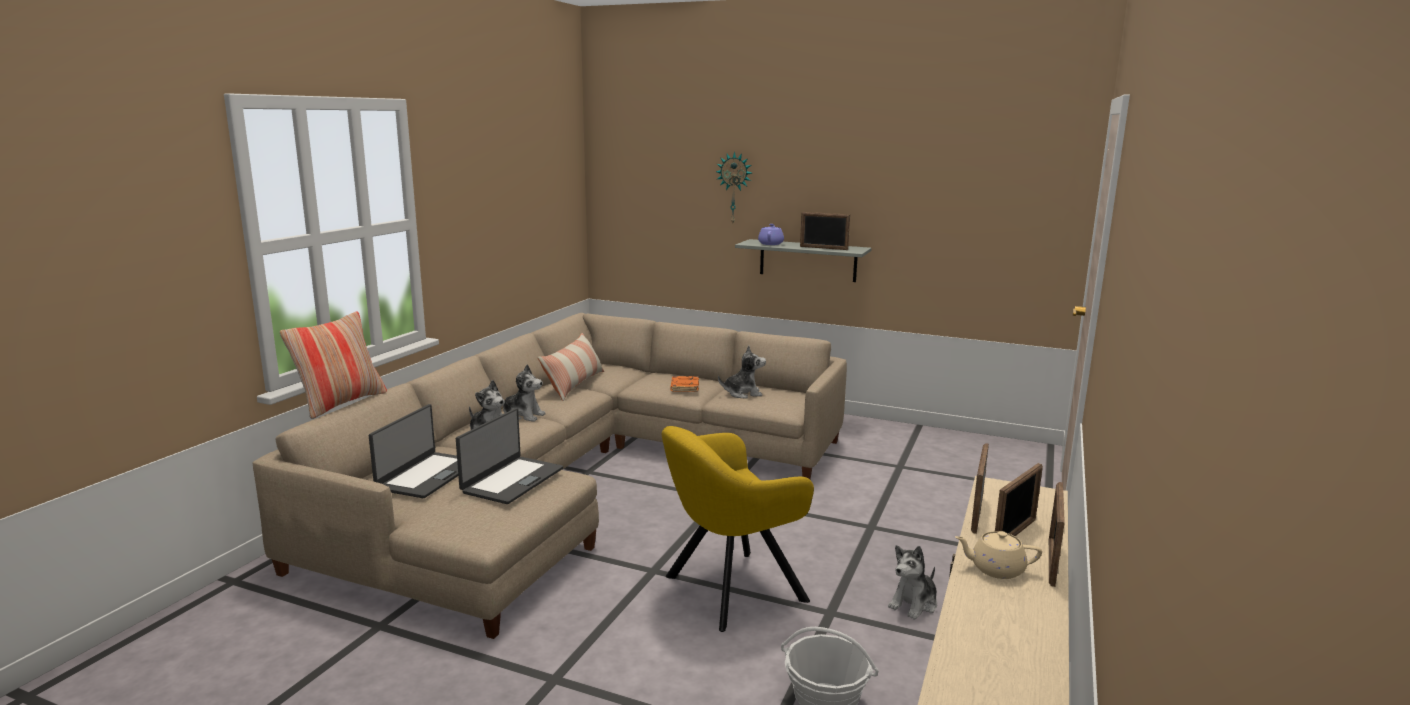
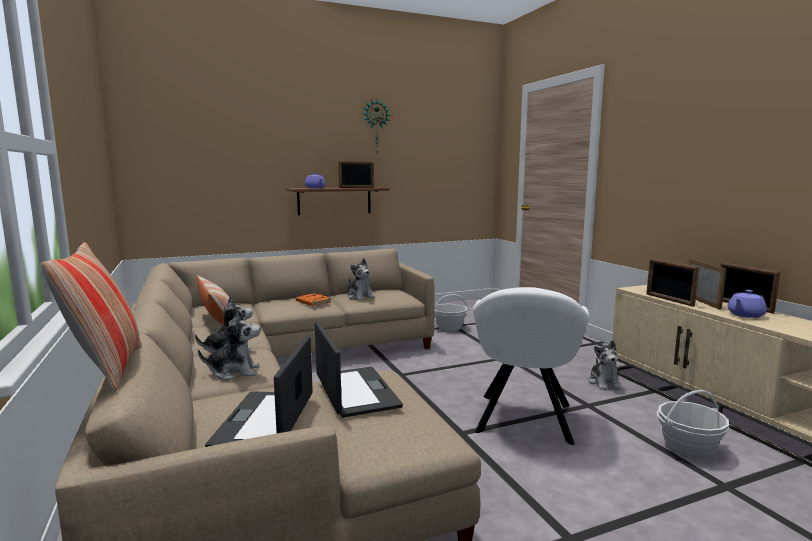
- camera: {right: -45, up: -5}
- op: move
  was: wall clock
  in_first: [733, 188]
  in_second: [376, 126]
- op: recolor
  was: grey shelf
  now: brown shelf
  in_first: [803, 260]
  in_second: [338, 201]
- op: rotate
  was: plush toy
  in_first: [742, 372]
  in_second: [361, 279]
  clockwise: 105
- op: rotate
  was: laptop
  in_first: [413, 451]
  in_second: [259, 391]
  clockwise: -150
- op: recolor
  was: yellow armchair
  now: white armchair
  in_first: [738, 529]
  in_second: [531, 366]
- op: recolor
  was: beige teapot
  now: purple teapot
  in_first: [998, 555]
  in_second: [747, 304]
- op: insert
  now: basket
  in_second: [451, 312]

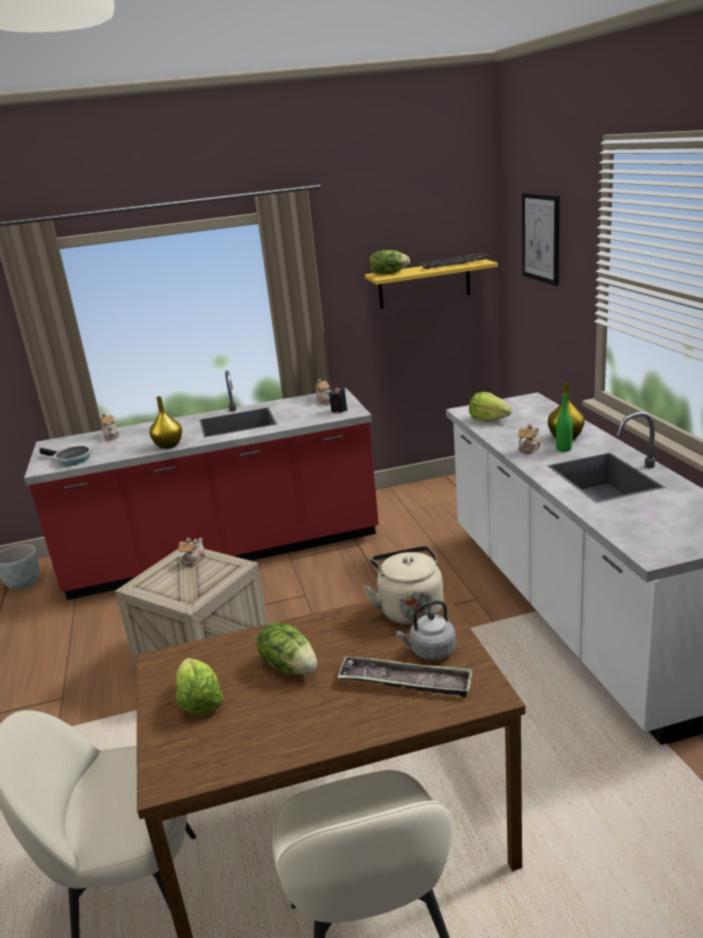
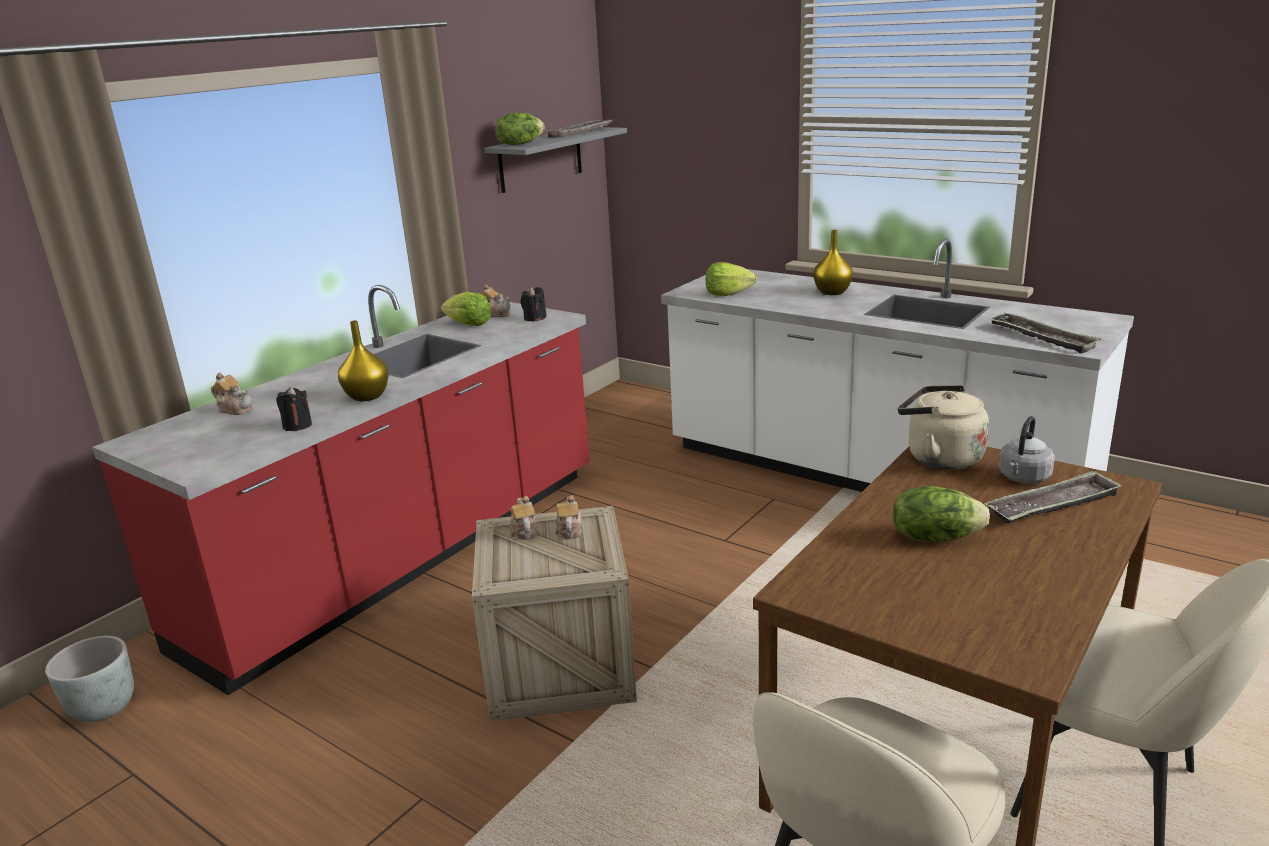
- camera: {right: -40, up: 0}
- op: delete
  was: picture
  in_first: [541, 239]
- op: recolor
  was: yellow shelf
  now: grey shelf
  in_first: [431, 283]
  in_second: [555, 160]
- op: delete
  was: green bottle
  in_first: [564, 422]
- op: move
  was: teapot
  in_first: [529, 439]
  in_second: [568, 517]
- op: delete
  was: frying pan
  in_first: [65, 456]
- op: move
  was: lettuce
  in_first: [199, 687]
  in_second: [466, 309]
- op: insert
  now: tray
  in_second: [1044, 333]
- op: insert
  now: black candle
  in_second: [294, 409]

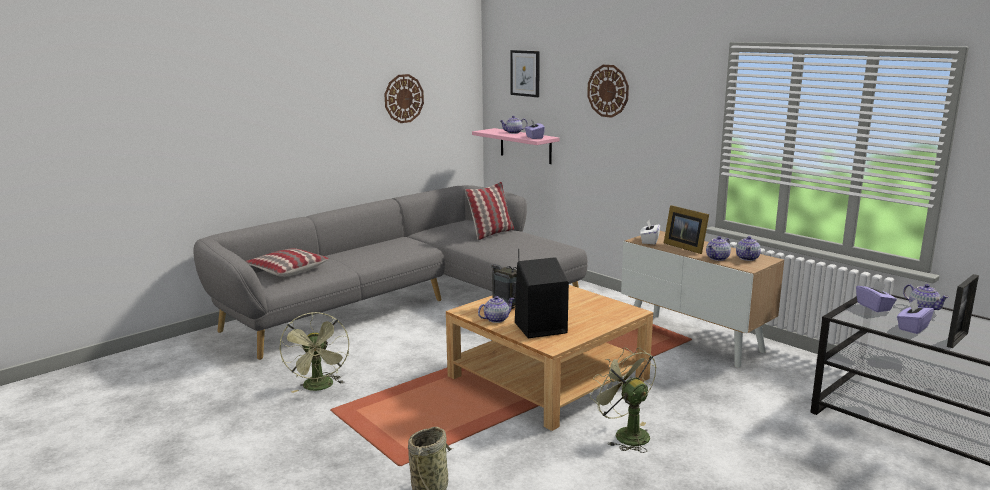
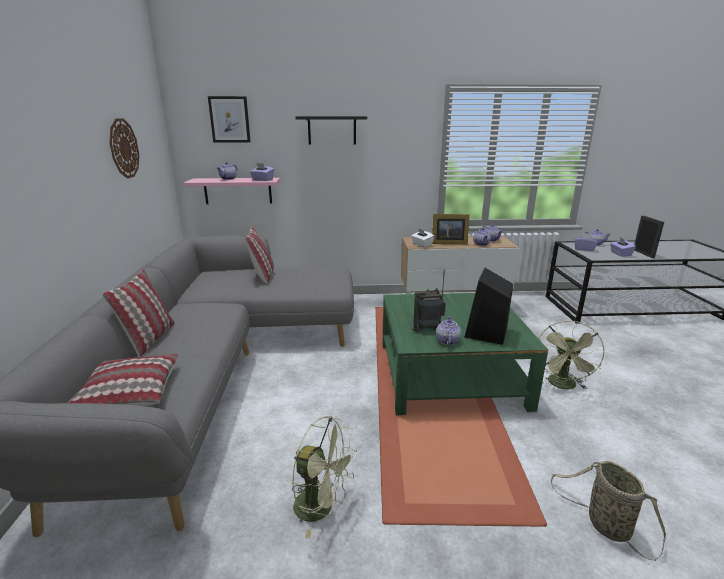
- camera: {right: -50, up: 5}
- op: replace
  was: wall clock
  now: black shelf
  in_first: [608, 91]
  in_second: [331, 130]
- op: recolor
  was: beige coffee table
  now: green coffee table
  in_first: [549, 358]
  in_second: [465, 354]
- op: rotate
  was: green fan
  in_first: [623, 400]
  in_second: [572, 355]
  clockwise: -75
- op: insert
  now: pillow
  in_second: [138, 313]

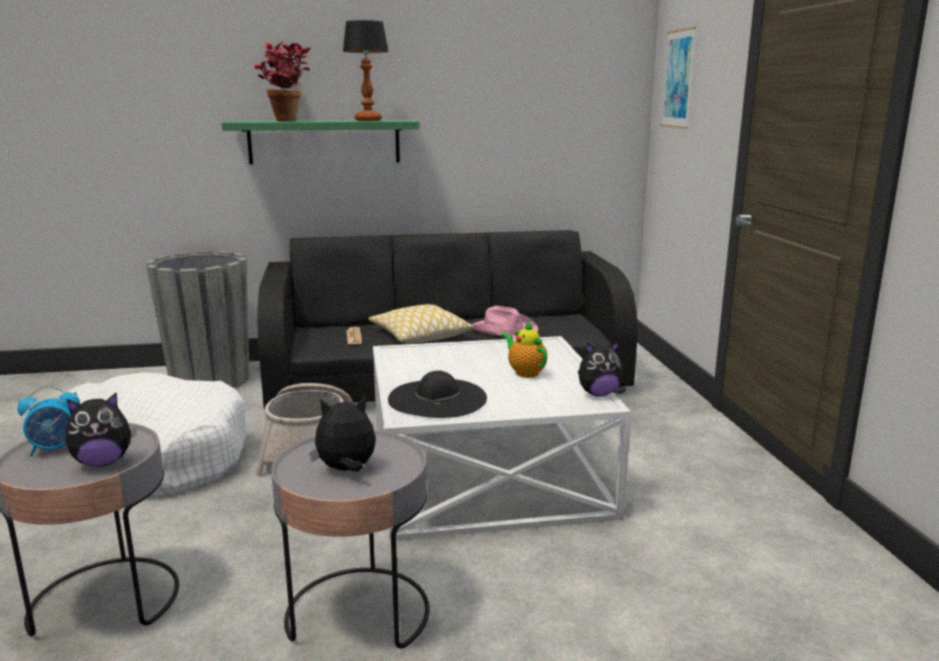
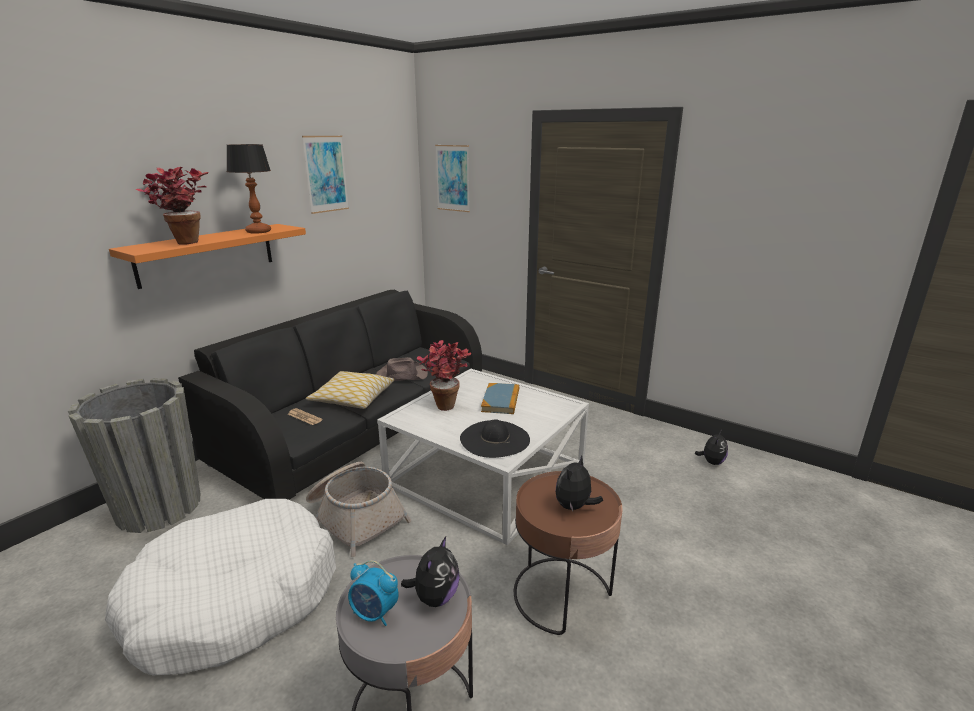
- camera: {right: -45, up: 5}
- op: recolor
  was: green shelf
  now: orange shelf
  in_first: [320, 142]
  in_second: [207, 256]
- op: recolor
  was: pink hat
  now: brown hat
  in_first: [505, 322]
  in_second: [402, 369]
- op: replace
  was: teapot
  now: book
  in_first: [524, 349]
  in_second: [500, 398]
- op: move
  was: plush toy
  in_first: [600, 368]
  in_second: [711, 447]
- op: rotate
  was: alarm clock
  in_first: [48, 420]
  in_second: [373, 593]
  clockwise: 90
- op: recolor
  was: grey side table
  now: brown side table
  in_first: [350, 539]
  in_second: [568, 553]
- op: insert
  now: picture
  in_second: [325, 175]
- op: insert
  now: potted plant
  in_second: [444, 375]

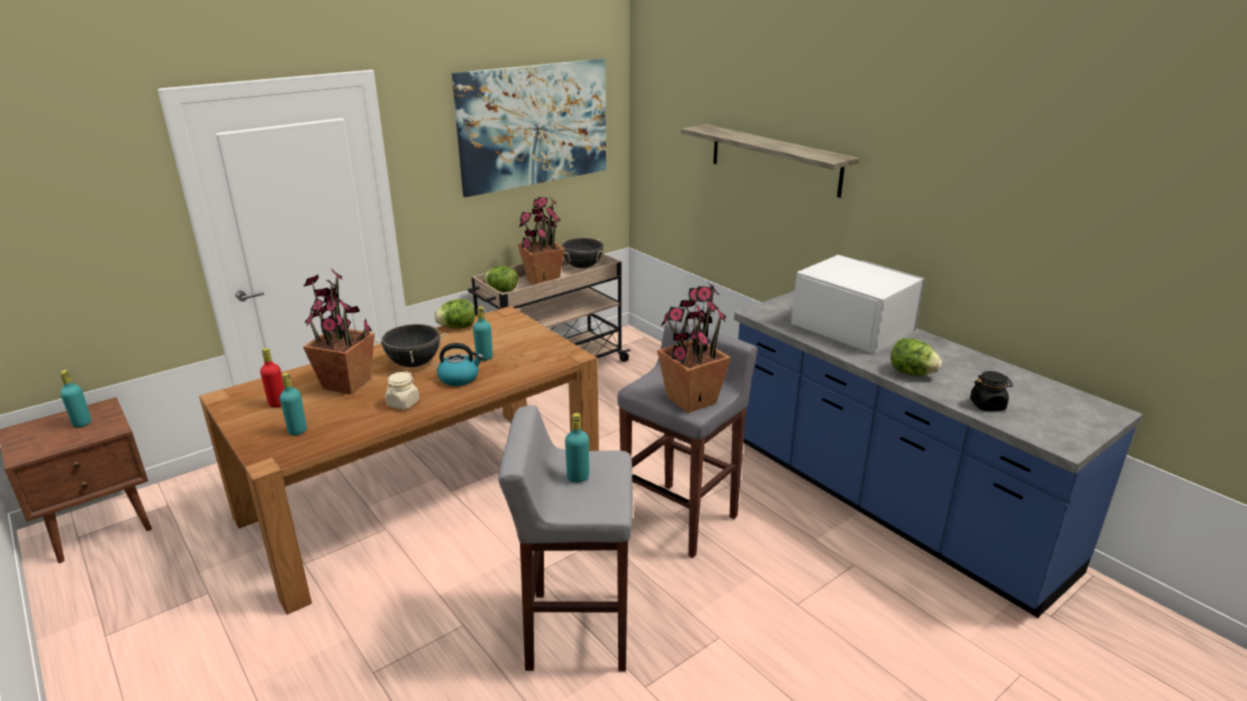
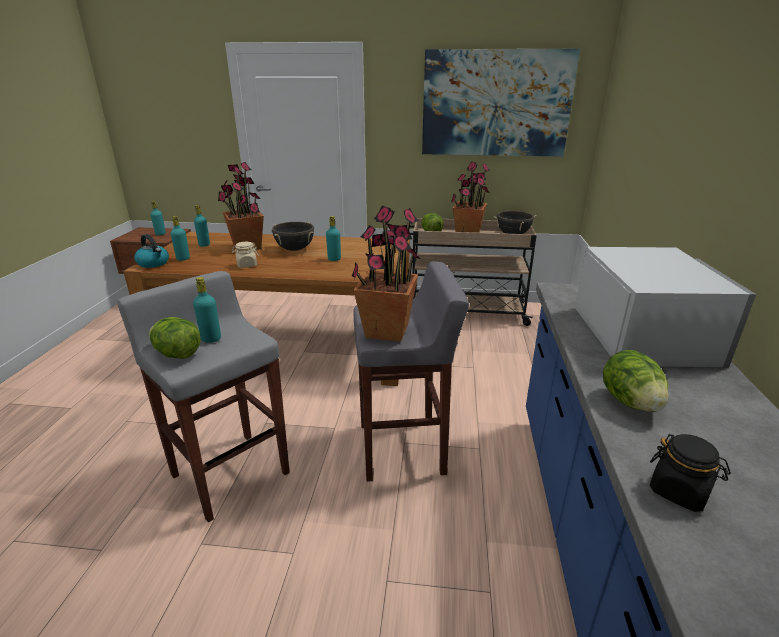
- camera: {right: 45, up: 0}
- op: delete
  was: shelf
  in_first: [770, 161]
- op: move
  was: lettuce
  in_first: [454, 314]
  in_second: [174, 338]
- op: move
  was: kettle
  in_first: [460, 364]
  in_second: [151, 251]
- op: recolor
  was: red bottle
  now: turquoise bottle
  in_first: [272, 377]
  in_second: [202, 226]

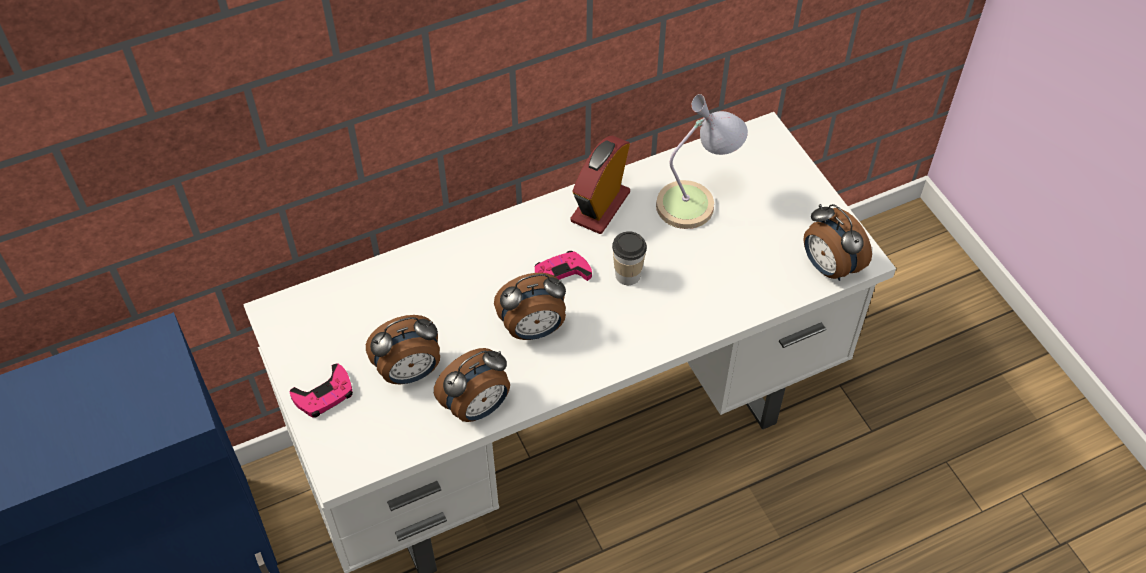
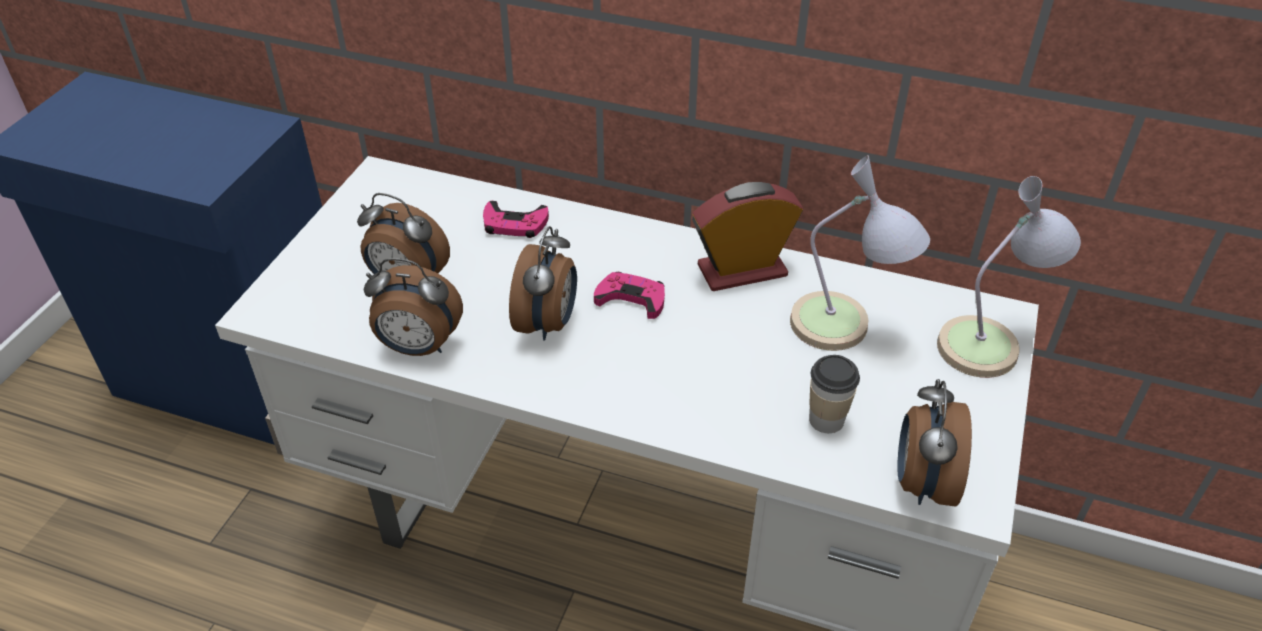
- camera: {right: 45, up: -10}
- op: move
  was: cup
  in_first: [629, 258]
  in_second: [834, 394]
- op: rotate
  was: alarm clock
  in_first: [530, 306]
  in_second: [543, 283]
  clockwise: -105
- op: move
  was: pink game controller
  in_first: [321, 391]
  in_second: [516, 219]
- op: insert
  now: table lamp
  in_second: [1009, 277]

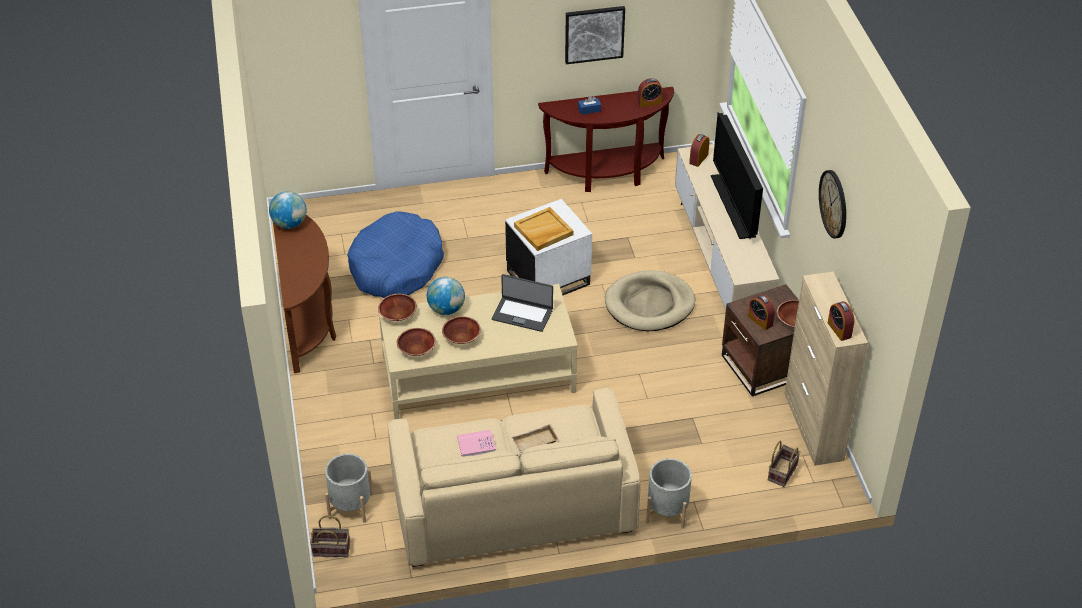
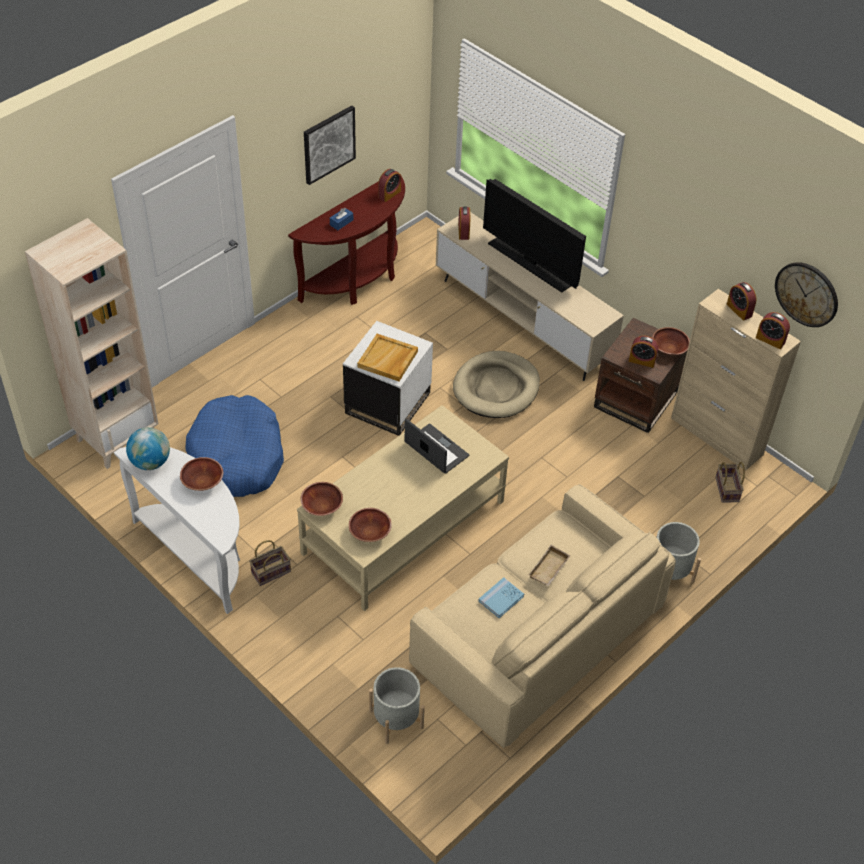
- camera: {right: -35, up: 5}
- op: move
  was: wall clock
  in_first: [832, 204]
  in_second: [806, 294]
- op: recolor
  was: brown console table
  now: white console table
  in_first: [304, 294]
  in_second: [177, 530]
- op: rotate
  was: laptop
  in_first: [522, 303]
  in_second: [436, 446]
  clockwise: -120
- op: delete
  was: globe
  in_first: [446, 296]
- op: move
  was: brown bowl
  in_first: [461, 330]
  in_second: [201, 474]
- op: recolor
  was: pink book
  now: blue book
  in_first: [476, 443]
  in_second: [501, 597]
- op: move
  was: basket
  in_first: [330, 536]
  in_second: [270, 563]
- op: insert
  now: beige bookcase
  in_second: [91, 343]
- op: insert
  now: alarm clock
  in_second: [741, 301]

